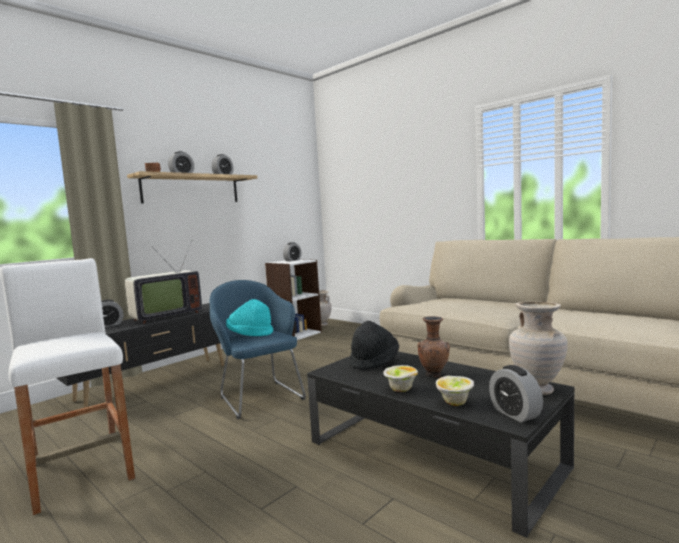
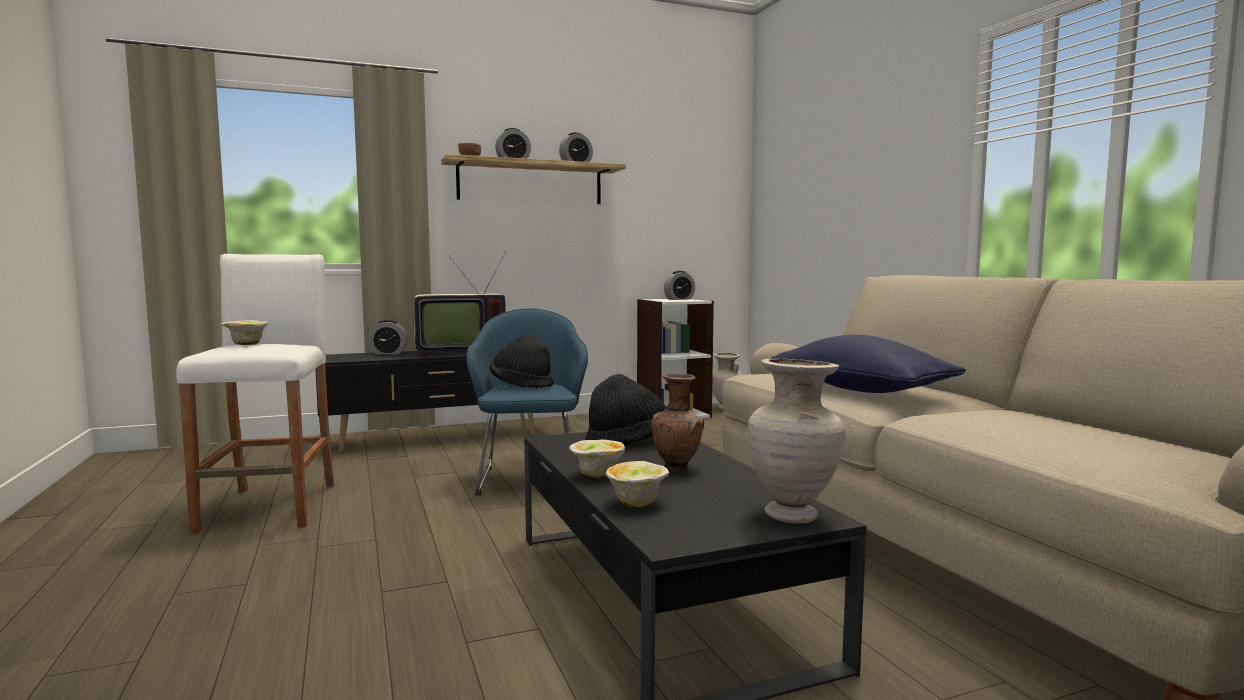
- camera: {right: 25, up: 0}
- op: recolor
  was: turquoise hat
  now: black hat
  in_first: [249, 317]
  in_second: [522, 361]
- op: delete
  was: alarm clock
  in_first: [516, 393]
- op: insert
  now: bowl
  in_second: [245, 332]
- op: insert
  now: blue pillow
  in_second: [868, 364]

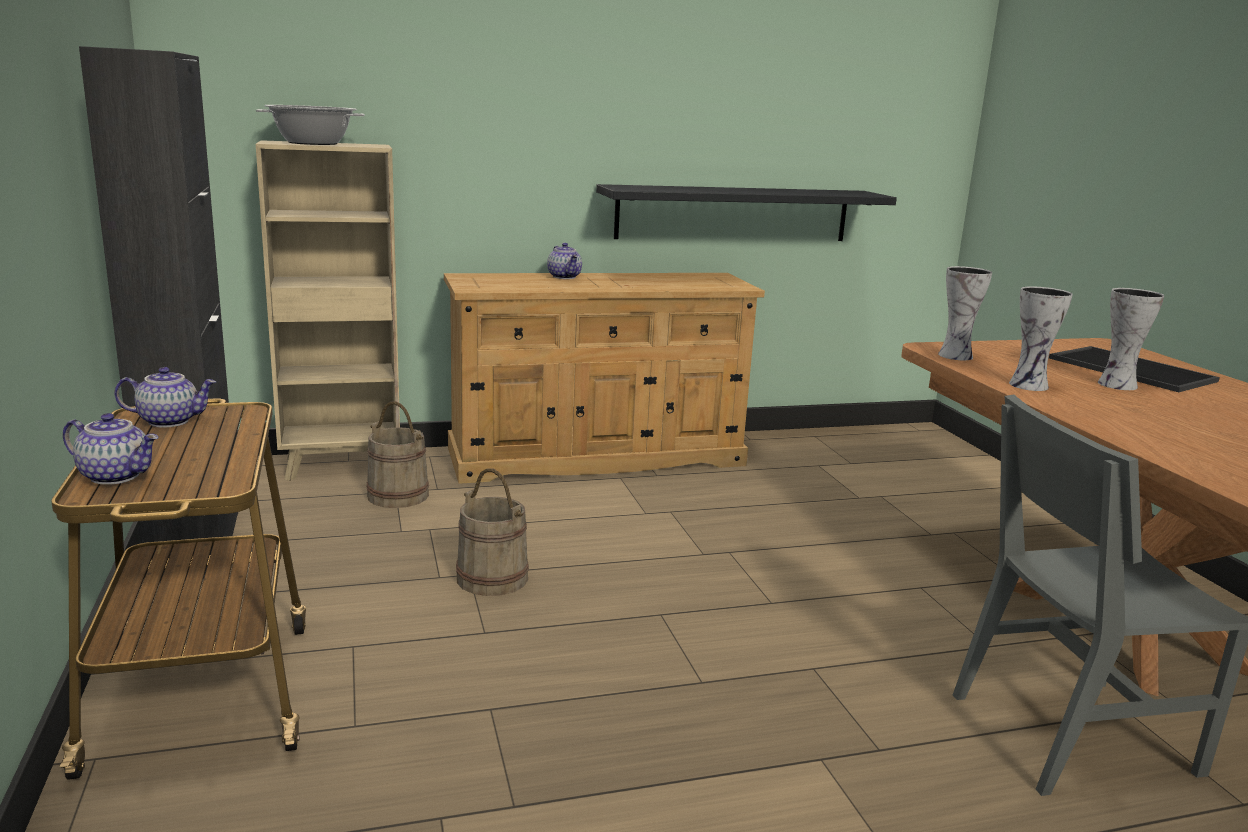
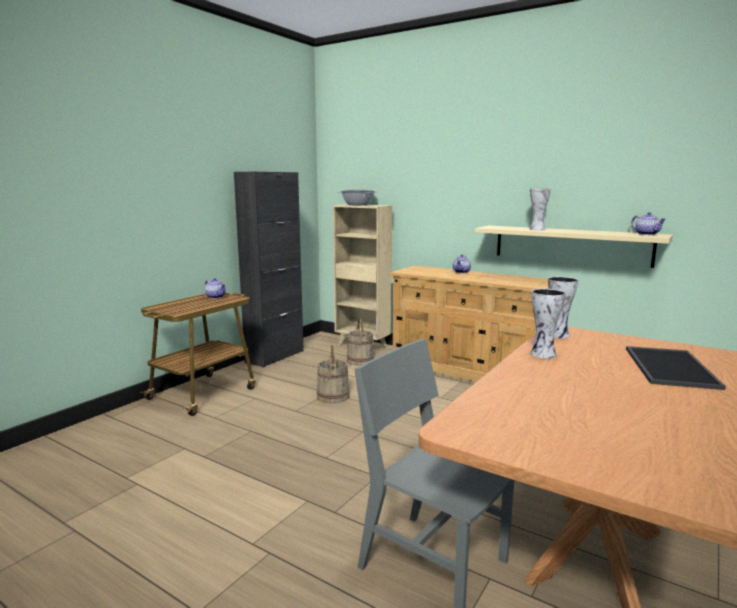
- camera: {right: 50, up: -5}
- op: recolor
  was: black shelf
  now: beige shelf
  in_first: [746, 212]
  in_second: [574, 247]
- op: move
  was: vase
  in_first: [1131, 339]
  in_second: [540, 209]
- op: move
  was: teapot
  in_first: [110, 449]
  in_second: [648, 223]

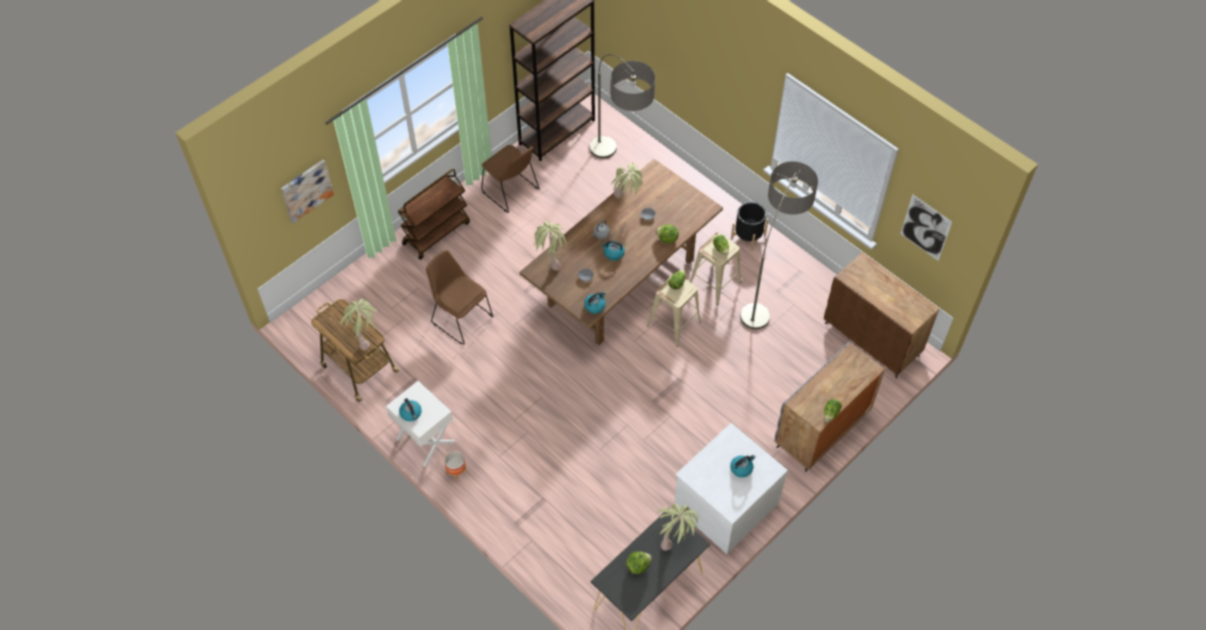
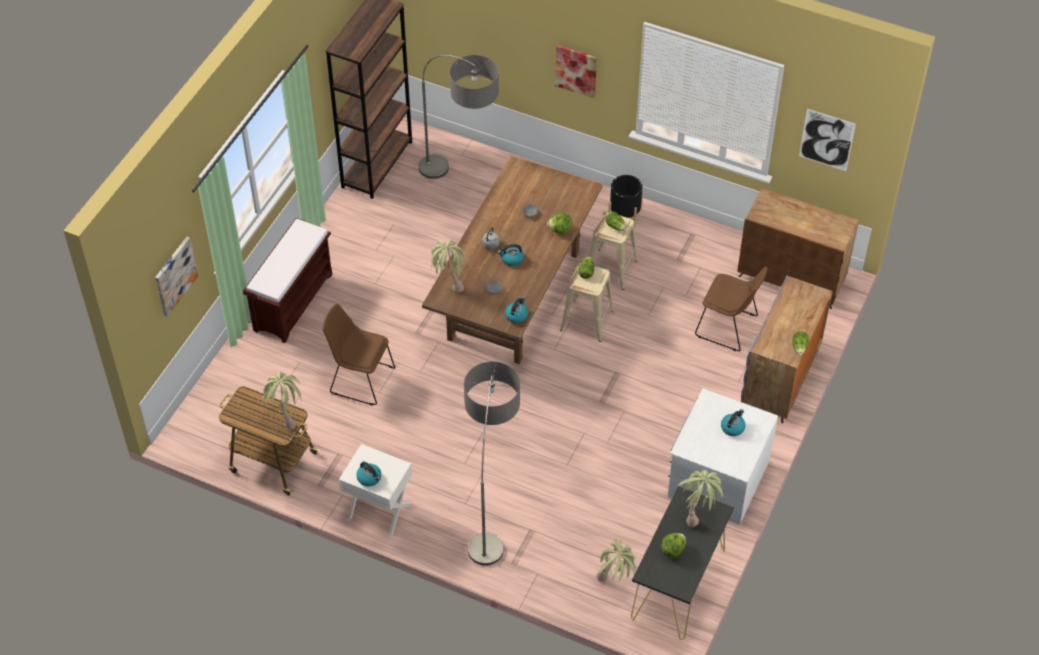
- camera: {right: -20, up: -5}
- op: move
  was: brown chair
  in_first: [510, 179]
  in_second: [731, 308]
- op: move
  was: floor lamp
  in_first: [779, 245]
  in_second: [492, 464]
- op: move
  was: potted plant
  in_first: [626, 180]
  in_second: [616, 560]
- op: replace
  was: brown cart
  now: brown bench
  in_first: [434, 214]
  in_second: [287, 280]
- op: delete
  was: planter
  in_first: [455, 466]
- op: insert
  now: picture
  in_second: [576, 71]

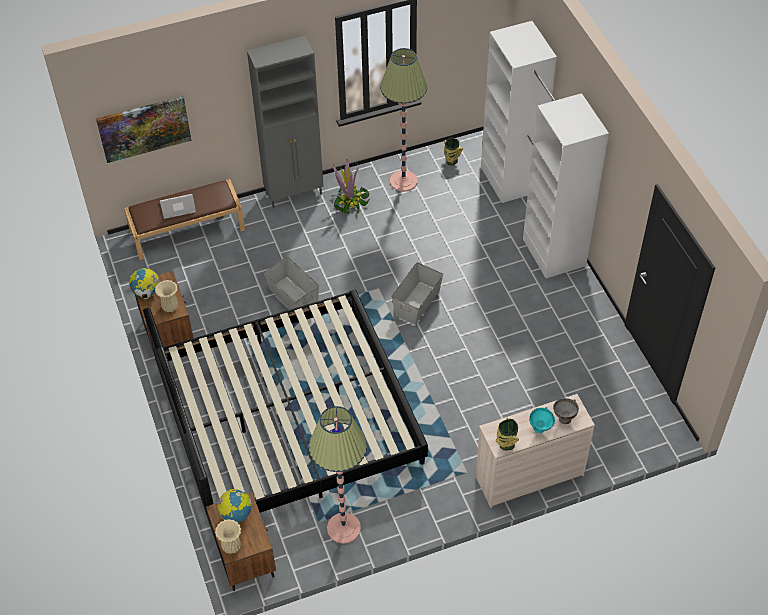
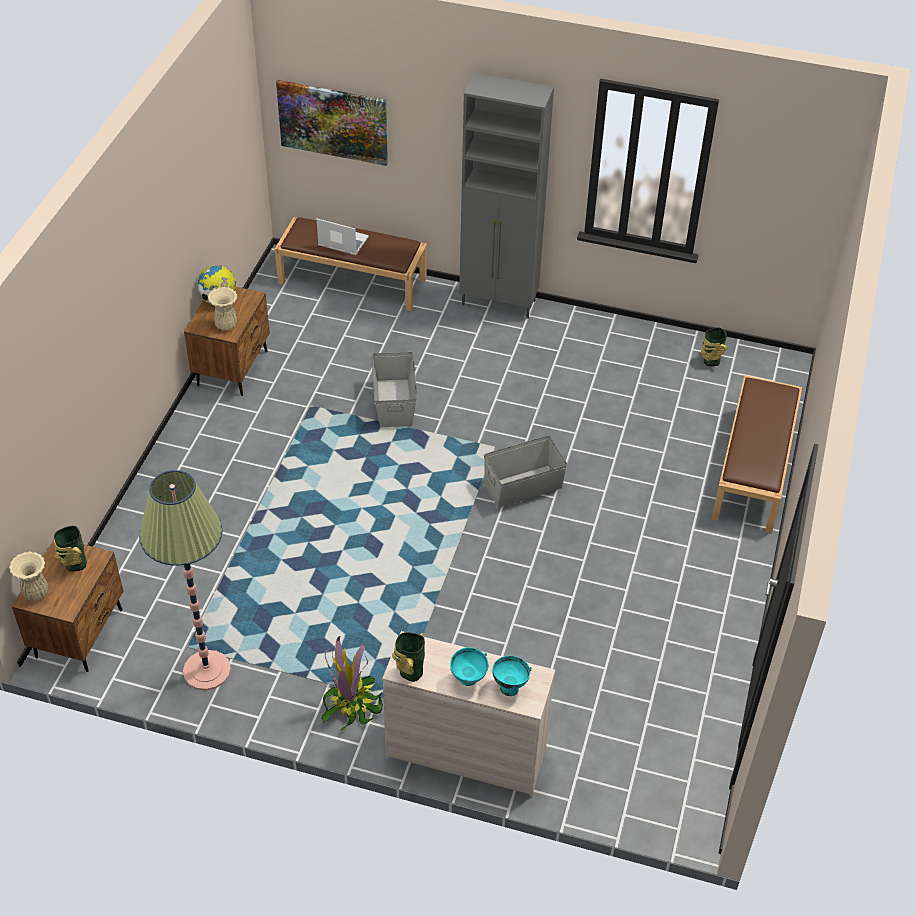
- camera: {right: 35, up: -5}
- op: replace
  was: white wardrobe
  now: brown bench
  in_first: [545, 149]
  in_second: [756, 454]
- op: delete
  was: floor lamp
  in_first: [403, 119]
- op: move
  was: potted plant
  in_first: [350, 187]
  in_second: [352, 683]
- op: delete
  was: bed
  in_first: [285, 408]
- op: recolor
  was: grey bowl
  now: turquoise bowl
  in_first: [566, 411]
  in_second: [512, 676]
- op: replace
  was: globe
  now: vase
  in_first: [234, 506]
  in_second: [70, 548]

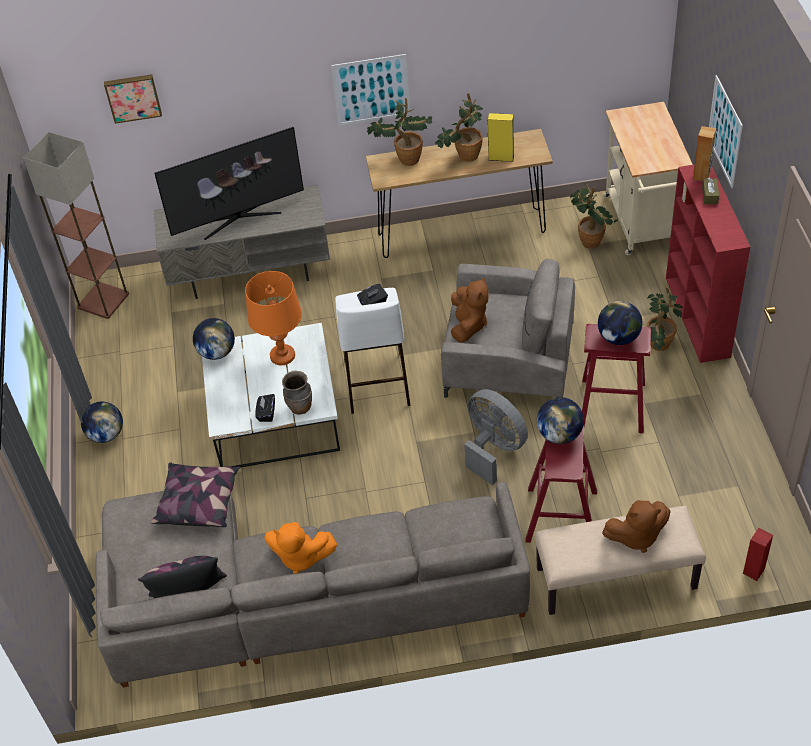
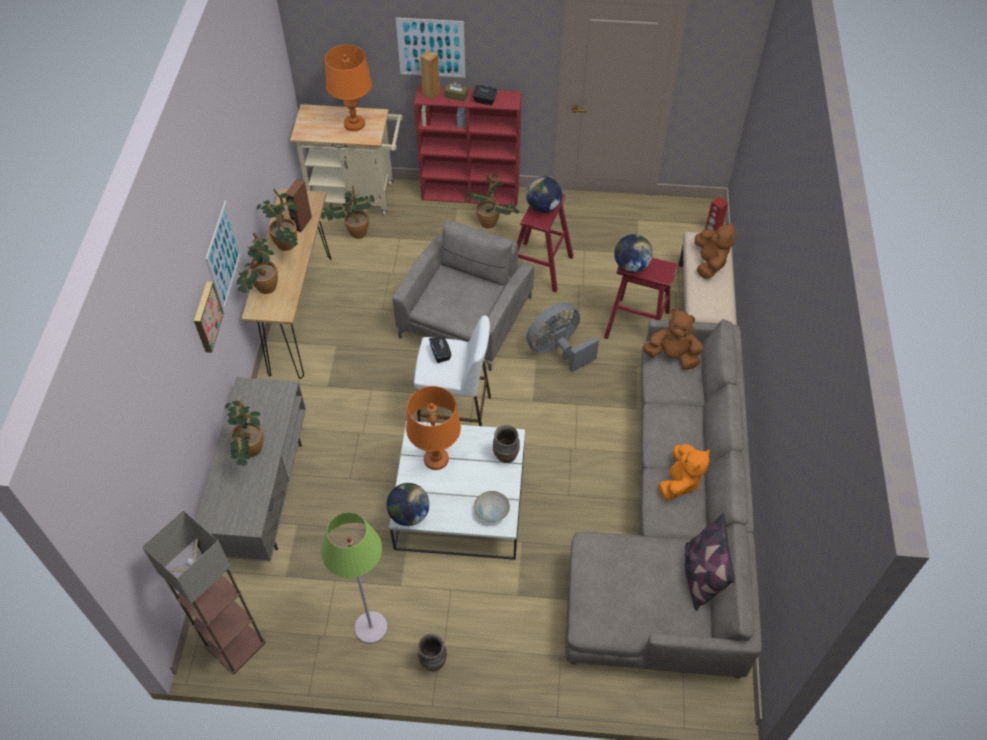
- camera: {right: -80, up: 5}
- op: move
  was: picture
  in_first: [133, 99]
  in_second: [209, 317]
- op: recolor
  was: yellow speaker
  now: brown speaker
  in_first: [500, 137]
  in_second: [299, 206]
- op: replace
  was: television
  now: potted plant
  in_first: [229, 183]
  in_second: [244, 432]
- op: move
  was: brown plush toy
  in_first: [470, 309]
  in_second: [673, 339]
- op: move
  was: black tissue box
  in_first: [265, 408]
  in_second: [484, 95]
- op: replace
  was: globe
  now: brown vase
  in_first: [102, 422]
  in_second: [432, 652]
- op: delete
  was: pillow
  in_first: [195, 494]
- op: insert
  now: orange table lamp
  in_second: [348, 88]
- op: insert
  now: bowl
  in_second: [492, 507]
- op: insert
  now: green floor lamp
  in_second: [354, 578]

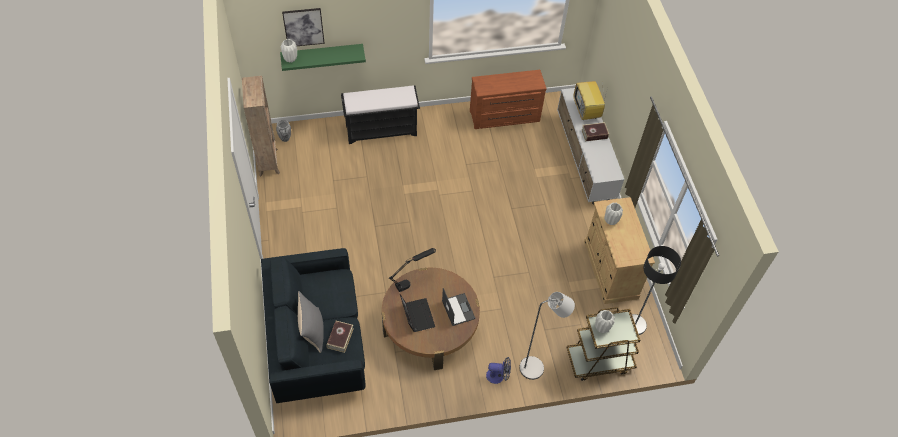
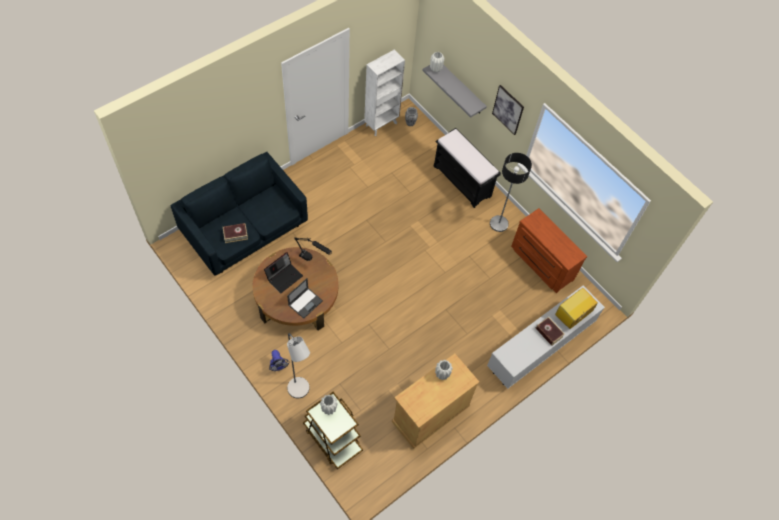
- camera: {right: 60, up: 5}
- op: move
  was: picture
  in_first: [303, 27]
  in_second: [508, 110]
- op: recolor
  was: green shelf
  now: grey shelf
  in_first: [323, 57]
  in_second: [455, 91]
- op: recolor
  was: brown bookcase
  now: white bookcase
  in_first: [261, 126]
  in_second: [384, 92]
- op: move
  was: floor lamp
  in_first: [656, 290]
  in_second: [511, 192]
- op: delete
  was: grey pillow
  in_first: [311, 322]

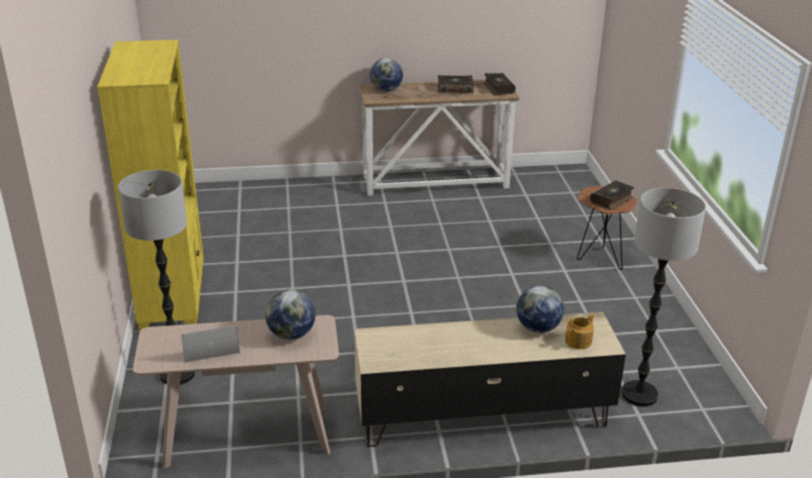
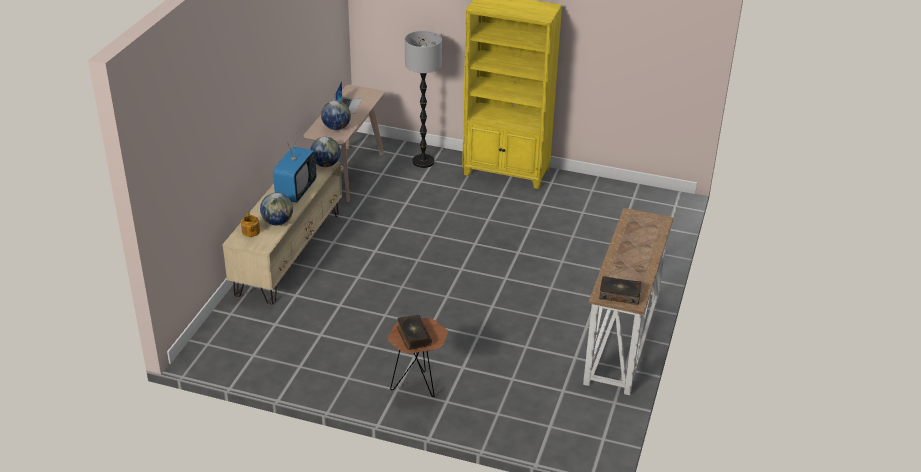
- camera: {right: 115, up: 5}
- op: move
  was: globe
  in_first: [386, 75]
  in_second: [325, 152]
- op: delete
  was: book
  in_first: [456, 84]
- op: delete
  was: floor lamp
  in_first: [663, 297]
- op: insert
  now: television
  in_second: [295, 168]

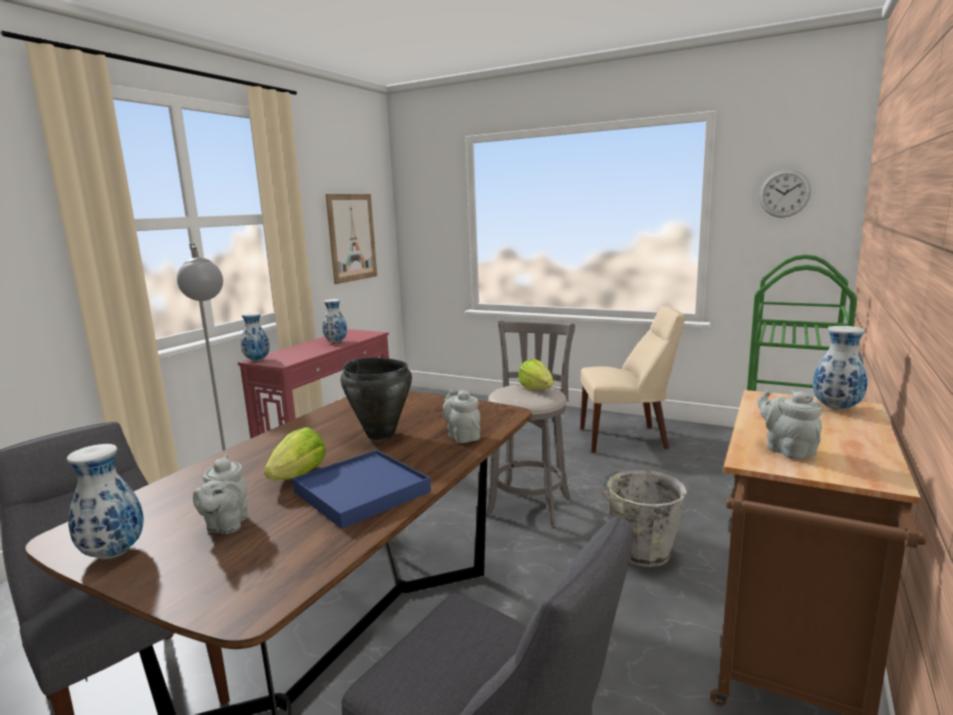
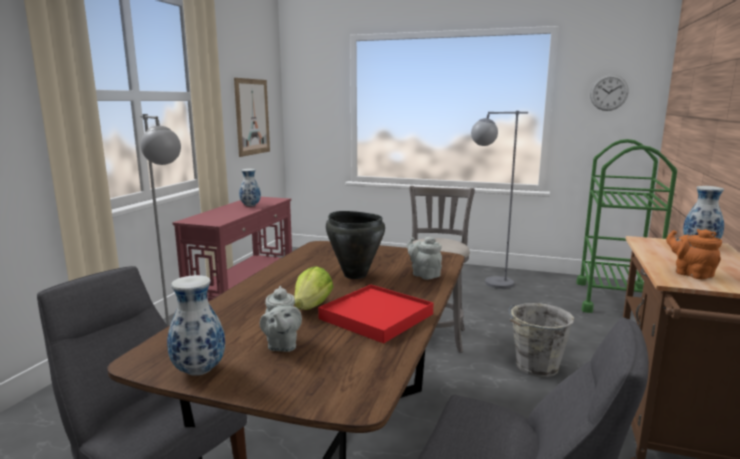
- camera: {right: -10, up: 0}
- op: replace
  was: beige chair
  now: grey floor lamp
  in_first: [632, 379]
  in_second: [499, 200]
- op: delete
  was: vase
  in_first: [255, 336]
- op: delete
  was: lettuce
  in_first: [536, 374]
- op: recolor
  was: grey teapot
  now: orange teapot
  in_first: [790, 424]
  in_second: [694, 254]
- op: recolor
  was: blue tray
  now: red tray
  in_first: [361, 489]
  in_second: [375, 313]

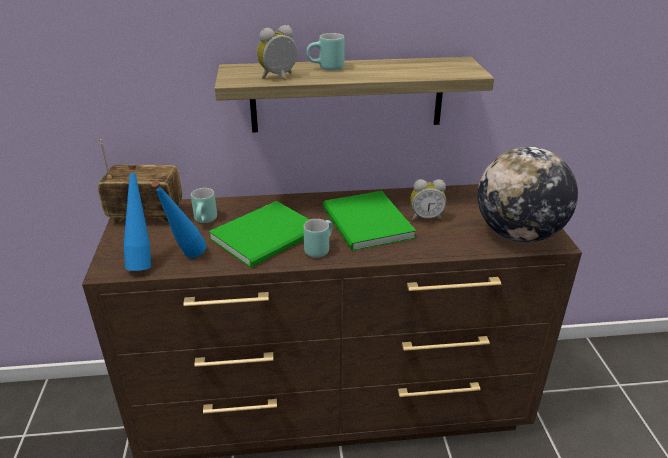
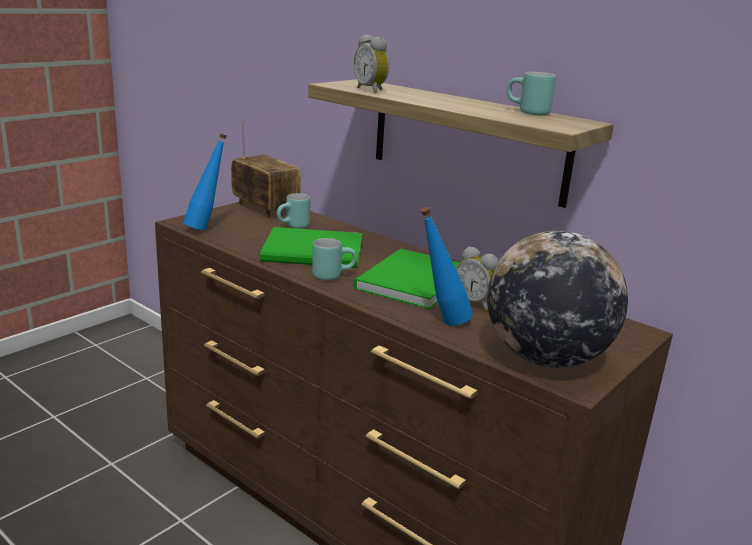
- camera: {right: 45, up: -10}
- op: rotate
  was: alarm clock
  in_first: [277, 52]
  in_second: [371, 63]
  clockwise: -135
- op: move
  was: turquoise mug
  in_first: [325, 52]
  in_second: [531, 93]
- op: move
  was: blue bottle
  in_first: [179, 219]
  in_second: [446, 266]

